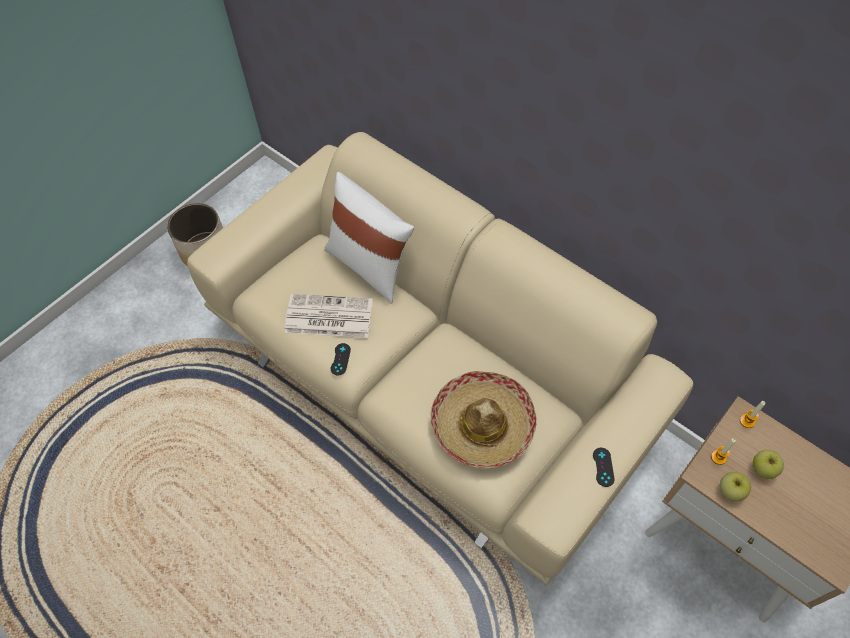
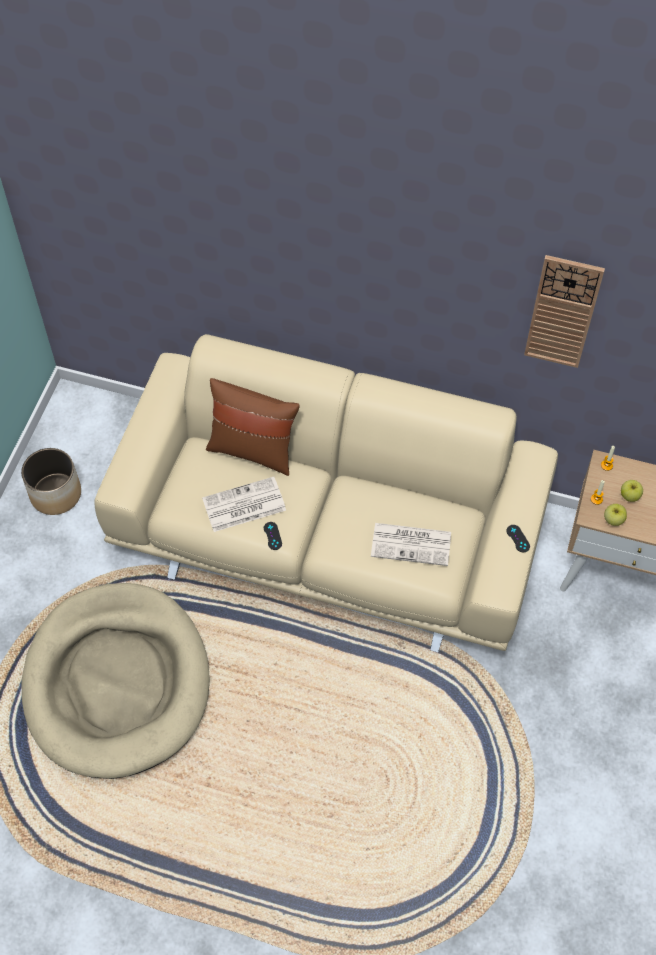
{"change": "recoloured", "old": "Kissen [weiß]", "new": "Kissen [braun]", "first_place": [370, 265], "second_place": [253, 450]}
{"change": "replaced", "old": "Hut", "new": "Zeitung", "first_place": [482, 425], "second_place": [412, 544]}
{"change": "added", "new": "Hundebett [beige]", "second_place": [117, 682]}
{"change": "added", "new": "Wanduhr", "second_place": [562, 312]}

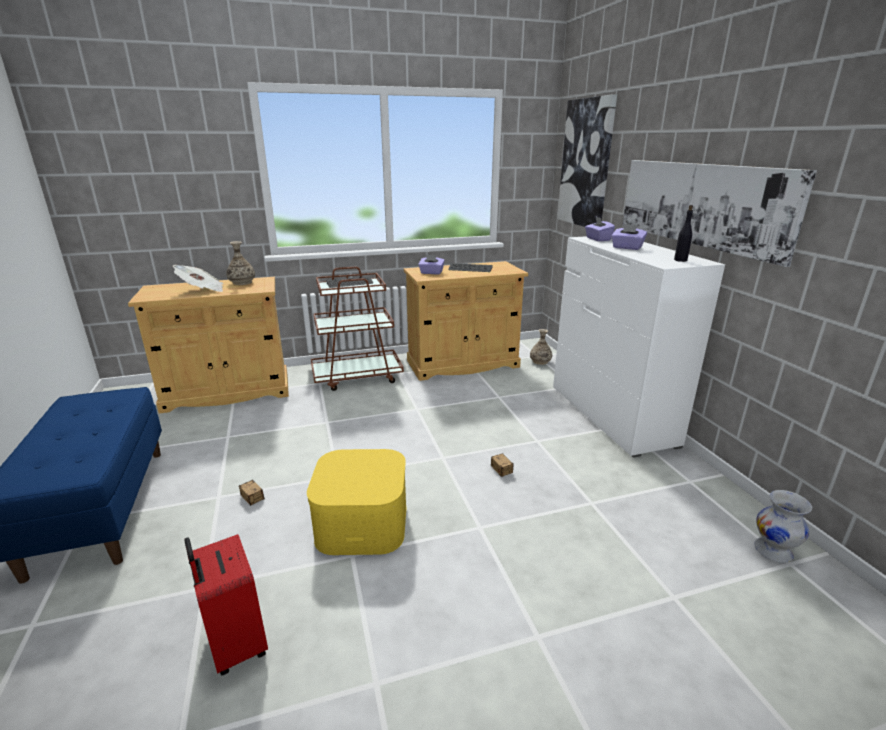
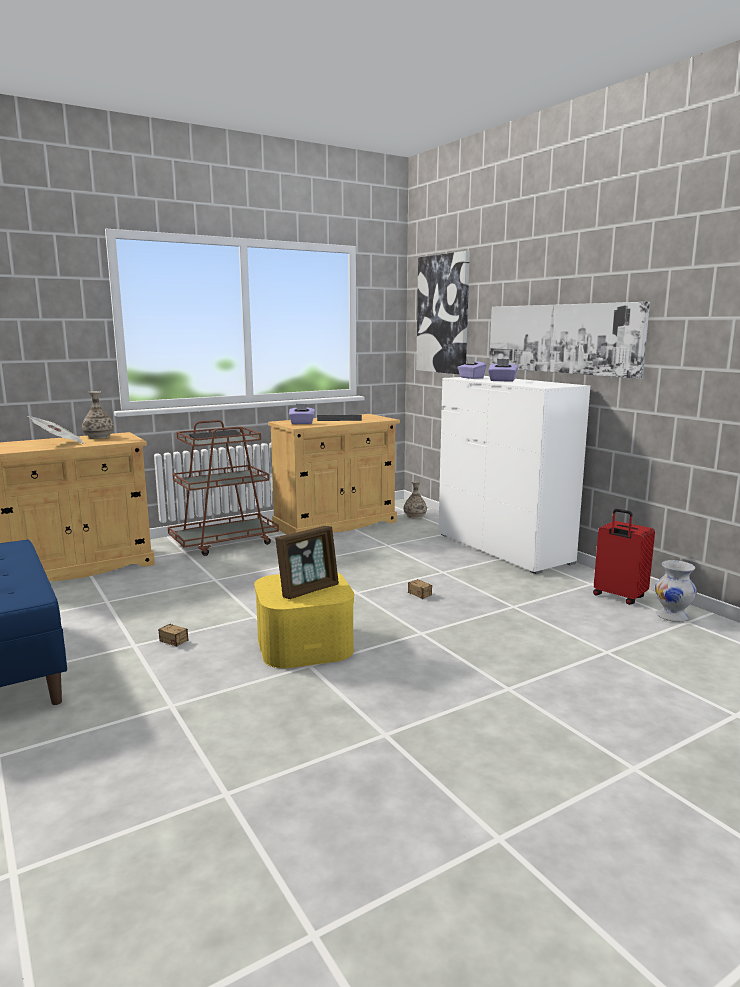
{"change": "moved", "old": "Koffer [rot]", "first_place": [235, 645], "second_place": [618, 597]}
{"change": "removed", "old": "Flasche [schwarz]", "first_place": [680, 260]}
{"change": "added", "new": "Bilderrahmen", "second_place": [308, 590]}

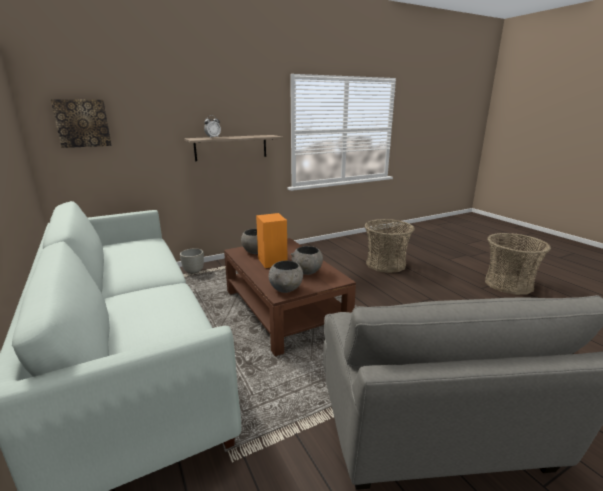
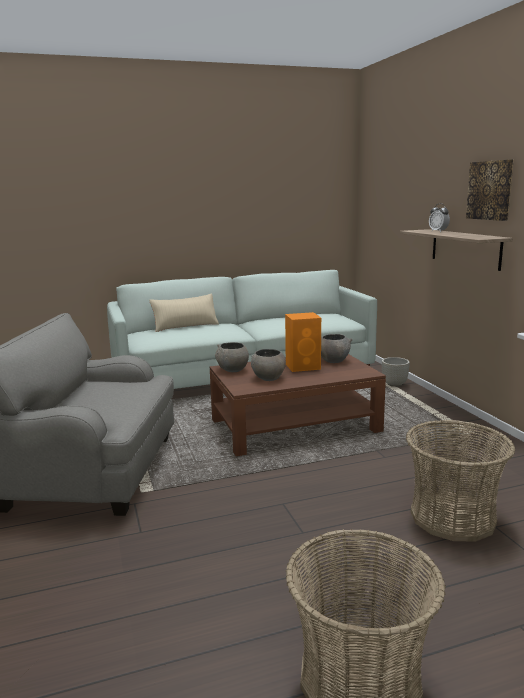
{"change": "moved", "old": "Bild", "first_place": [82, 123], "second_place": [490, 190]}
{"change": "added", "new": "Kissen [beige]", "second_place": [185, 326]}

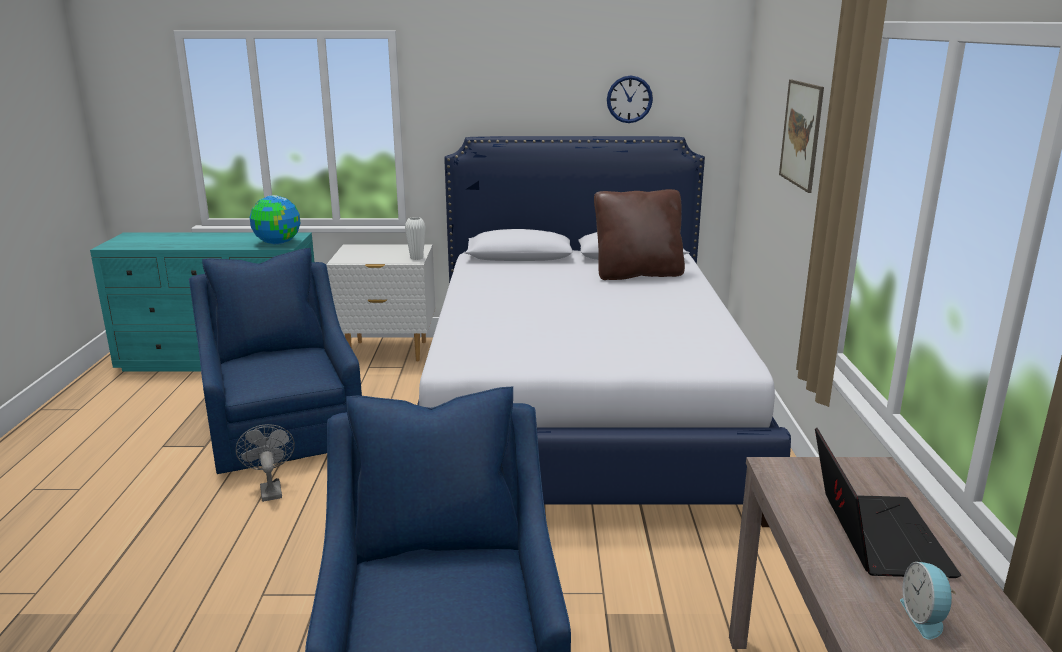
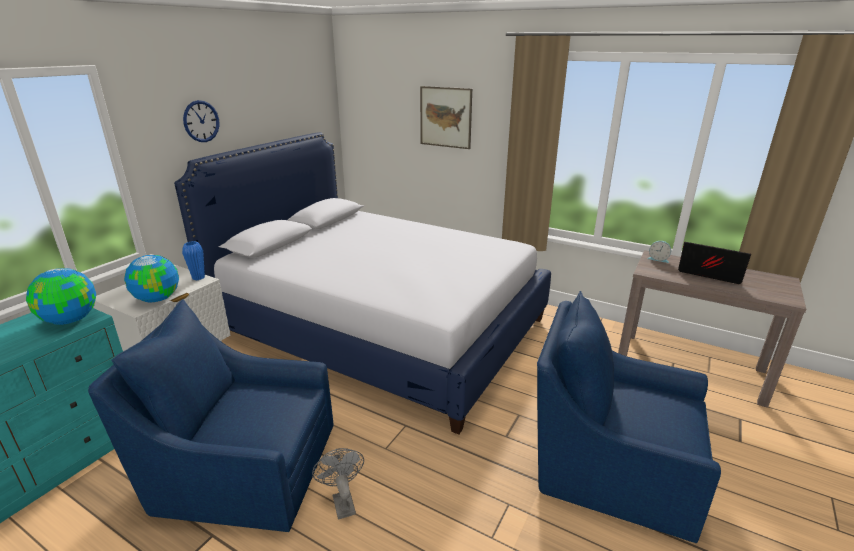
{"change": "turned", "old": "Ventilator [grau]", "first_place": [270, 489], "second_place": [342, 501], "degrees": 60}
{"change": "recoloured", "old": "Vase [weiß]", "new": "Vase [blau]", "first_place": [416, 258], "second_place": [198, 278]}
{"change": "removed", "old": "Kissen [braun]", "first_place": [637, 274]}
{"change": "moved", "old": "Wanduhr", "first_place": [629, 99], "second_place": [201, 121]}
{"change": "moved", "old": "Wecker", "first_place": [924, 618], "second_place": [658, 259]}
{"change": "added", "new": "Globus", "second_place": [157, 299]}

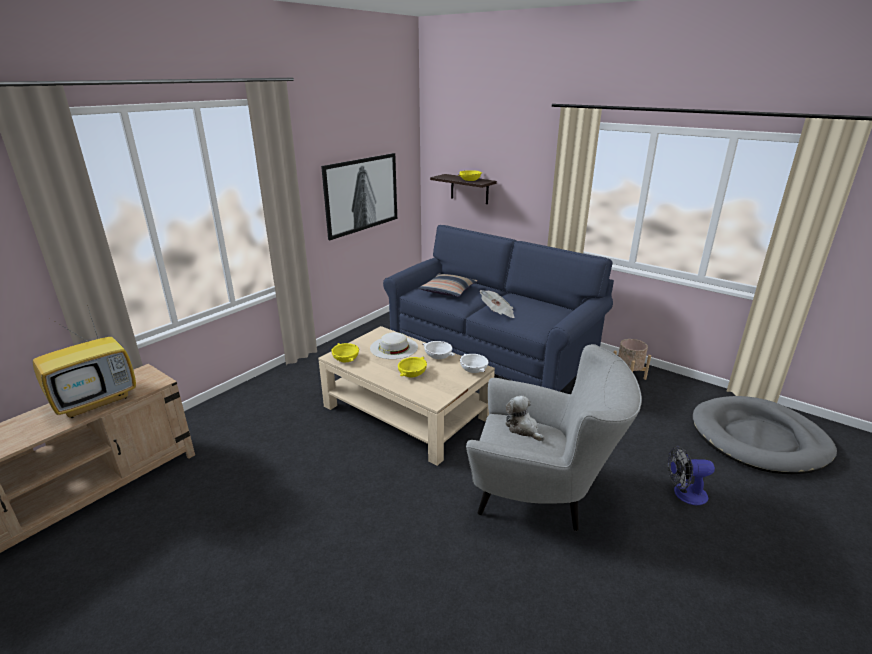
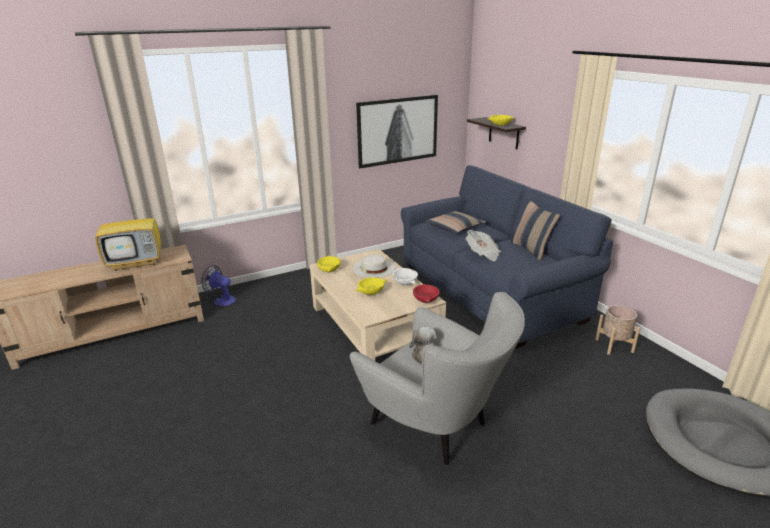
{"change": "recoloured", "old": "Schüssel [weiß]", "new": "Schüssel [rot]", "first_place": [473, 369], "second_place": [425, 299]}
{"change": "moved", "old": "Ventilator", "first_place": [684, 494], "second_place": [221, 300]}
{"change": "added", "new": "Kissen", "second_place": [531, 250]}

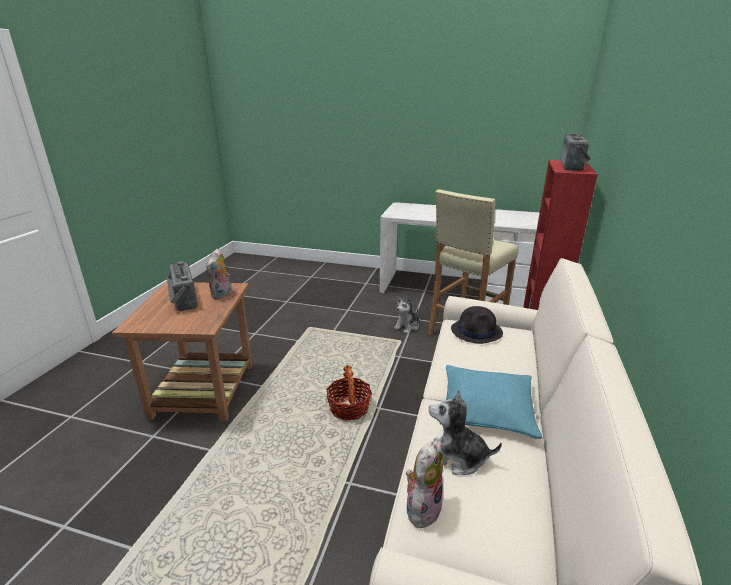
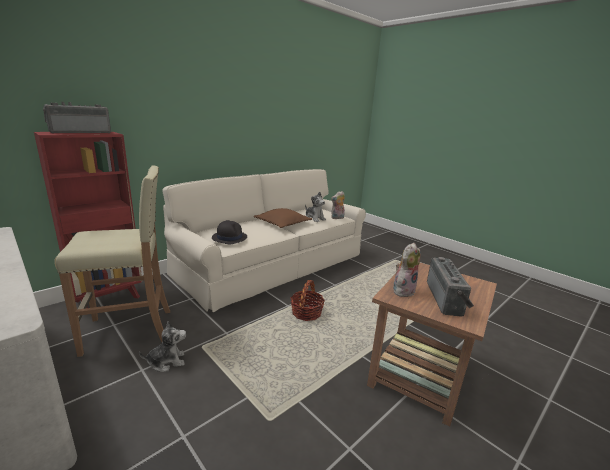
{"change": "recoloured", "old": "Kissen [türkis]", "new": "Kissen [braun]", "first_place": [486, 409], "second_place": [282, 224]}

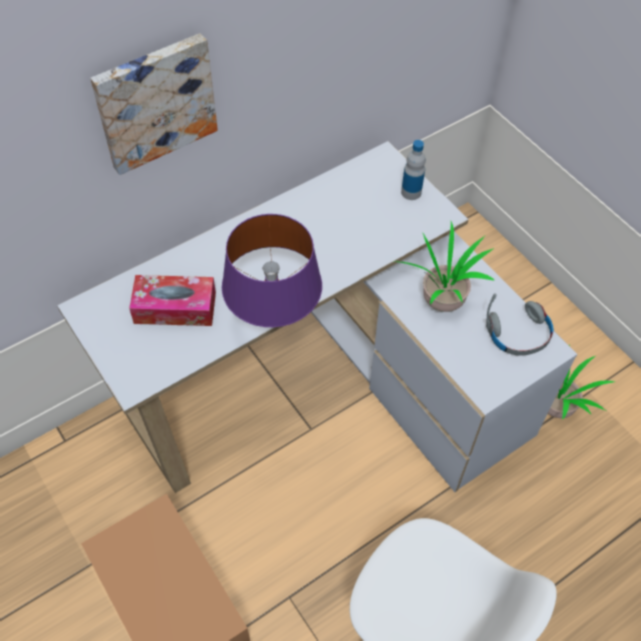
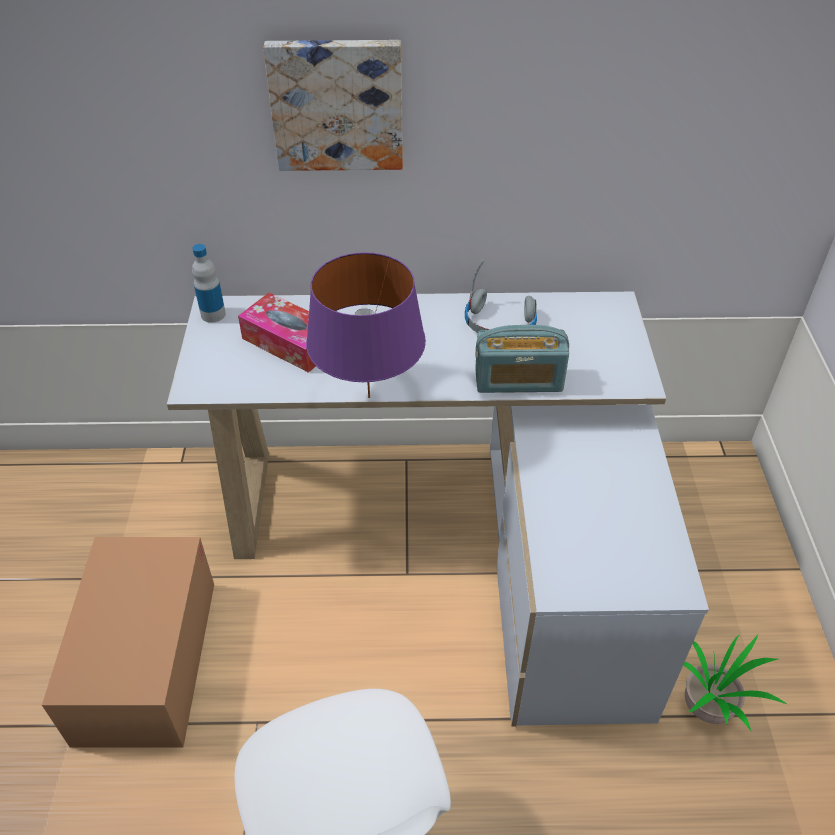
{"change": "removed", "old": "Topfpflanze", "first_place": [442, 299]}
{"change": "moved", "old": "Flasche", "first_place": [411, 192], "second_place": [213, 314]}
{"change": "moved", "old": "Kopfhörer [grau]", "first_place": [519, 334], "second_place": [500, 323]}
{"change": "added", "new": "Radio", "second_place": [518, 380]}

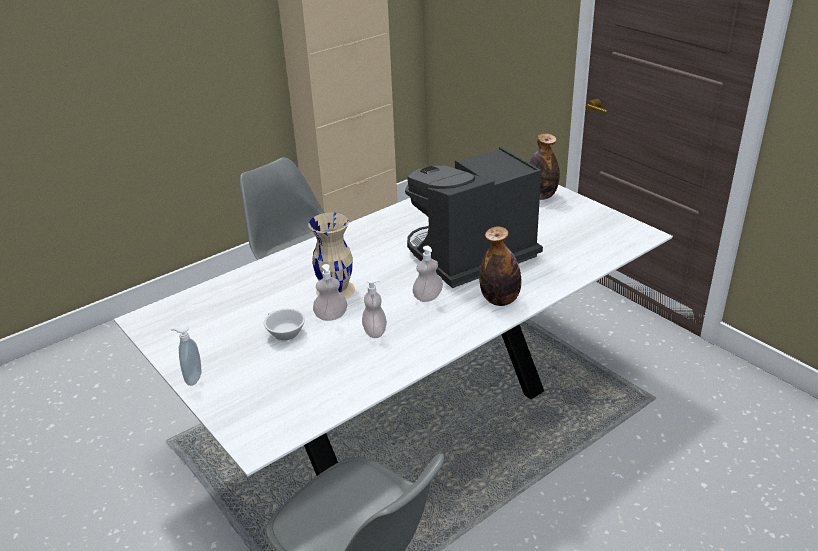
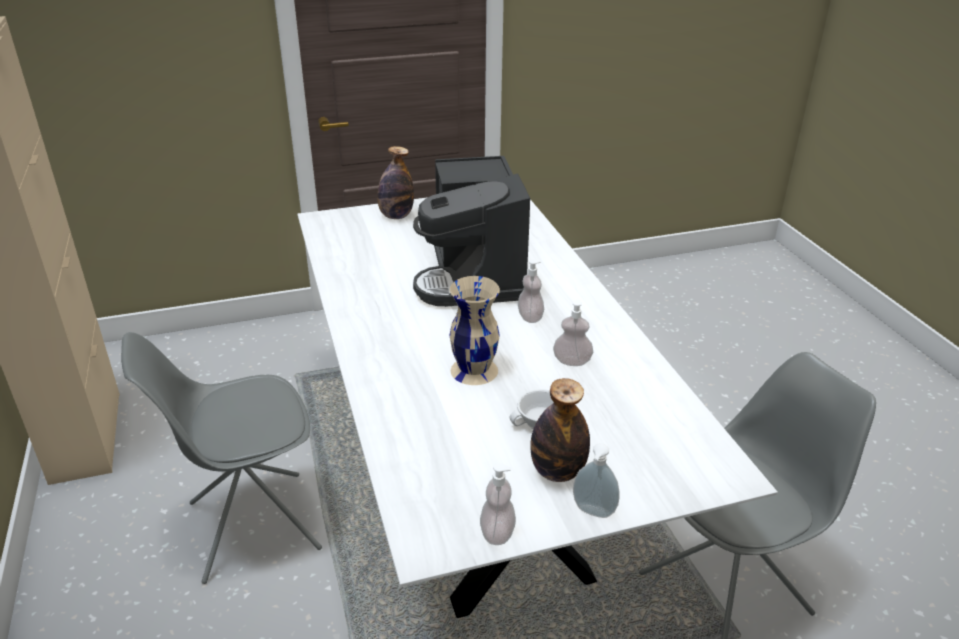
{"change": "moved", "old": "Seifenspender", "first_place": [331, 316], "second_place": [497, 533]}
{"change": "moved", "old": "Flasche", "first_place": [500, 300], "second_place": [557, 471]}

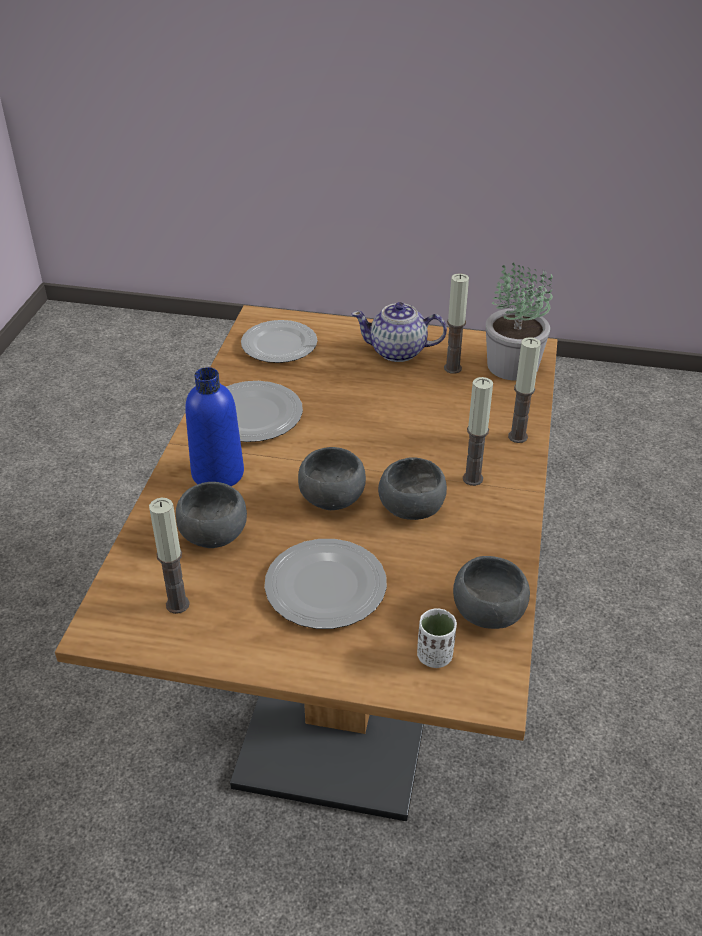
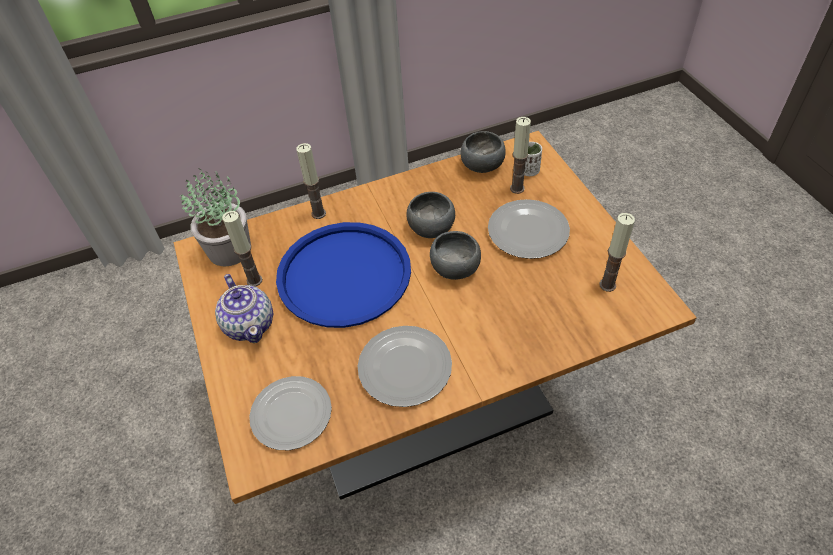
{"change": "removed", "old": "Schüssel [grau]", "first_place": [212, 534]}
{"change": "removed", "old": "Flasche [blau]", "first_place": [218, 473]}
{"change": "moved", "old": "Kerze", "first_place": [472, 479], "second_place": [517, 188]}
{"change": "added", "new": "Tablett [blau]", "second_place": [344, 274]}

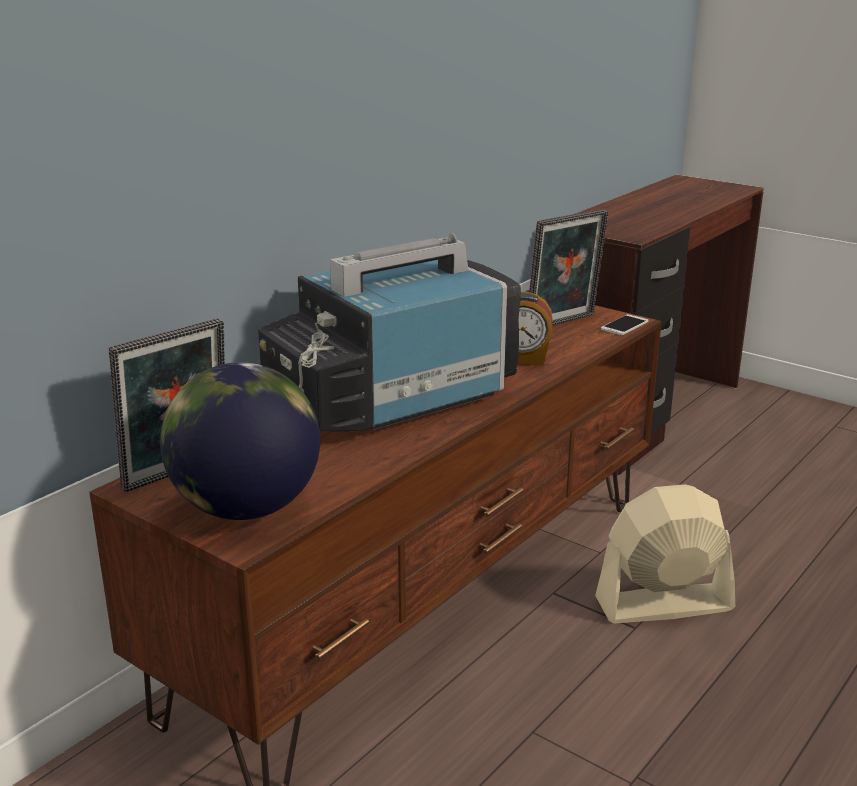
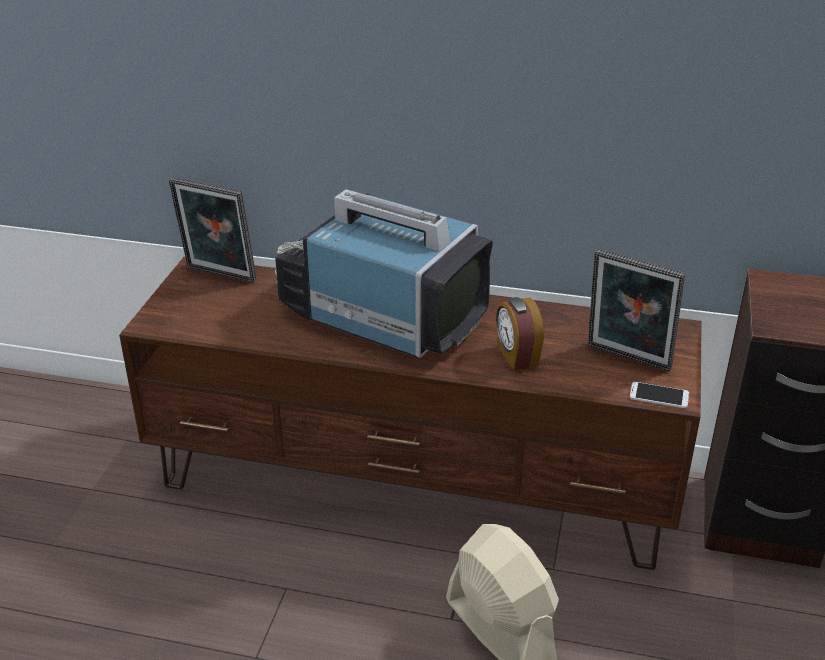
{"change": "removed", "old": "Globus", "first_place": [246, 508]}

